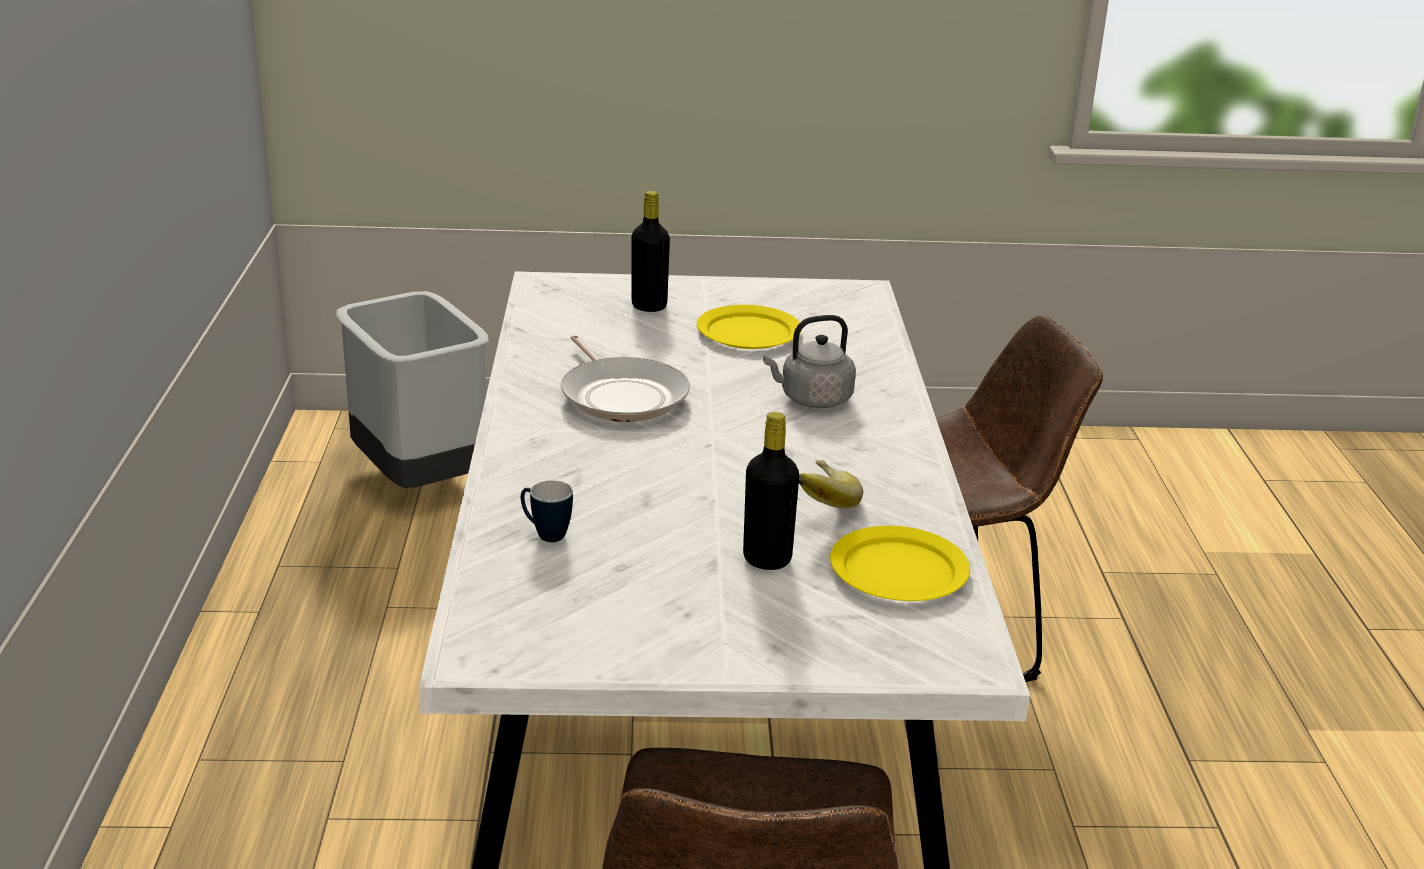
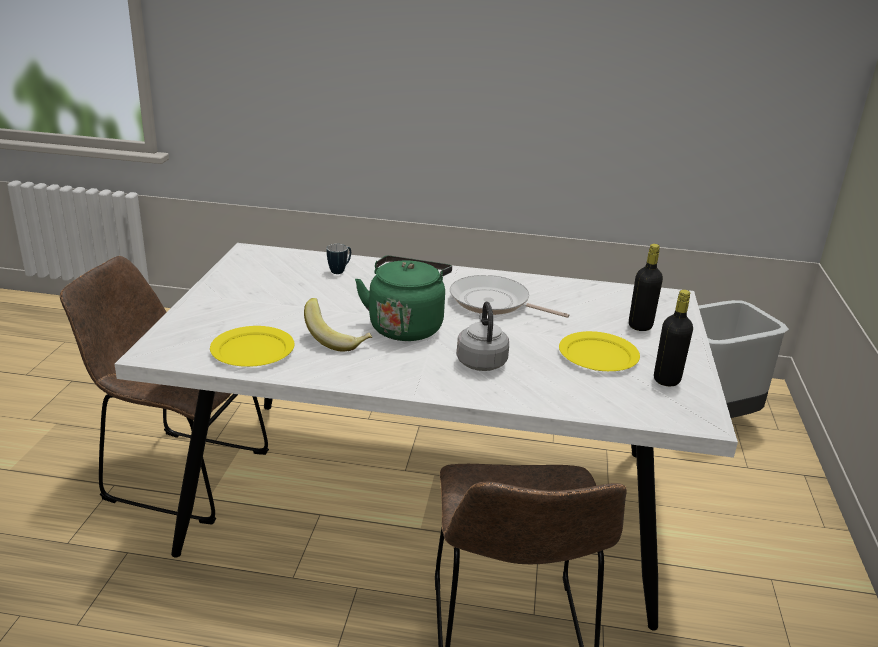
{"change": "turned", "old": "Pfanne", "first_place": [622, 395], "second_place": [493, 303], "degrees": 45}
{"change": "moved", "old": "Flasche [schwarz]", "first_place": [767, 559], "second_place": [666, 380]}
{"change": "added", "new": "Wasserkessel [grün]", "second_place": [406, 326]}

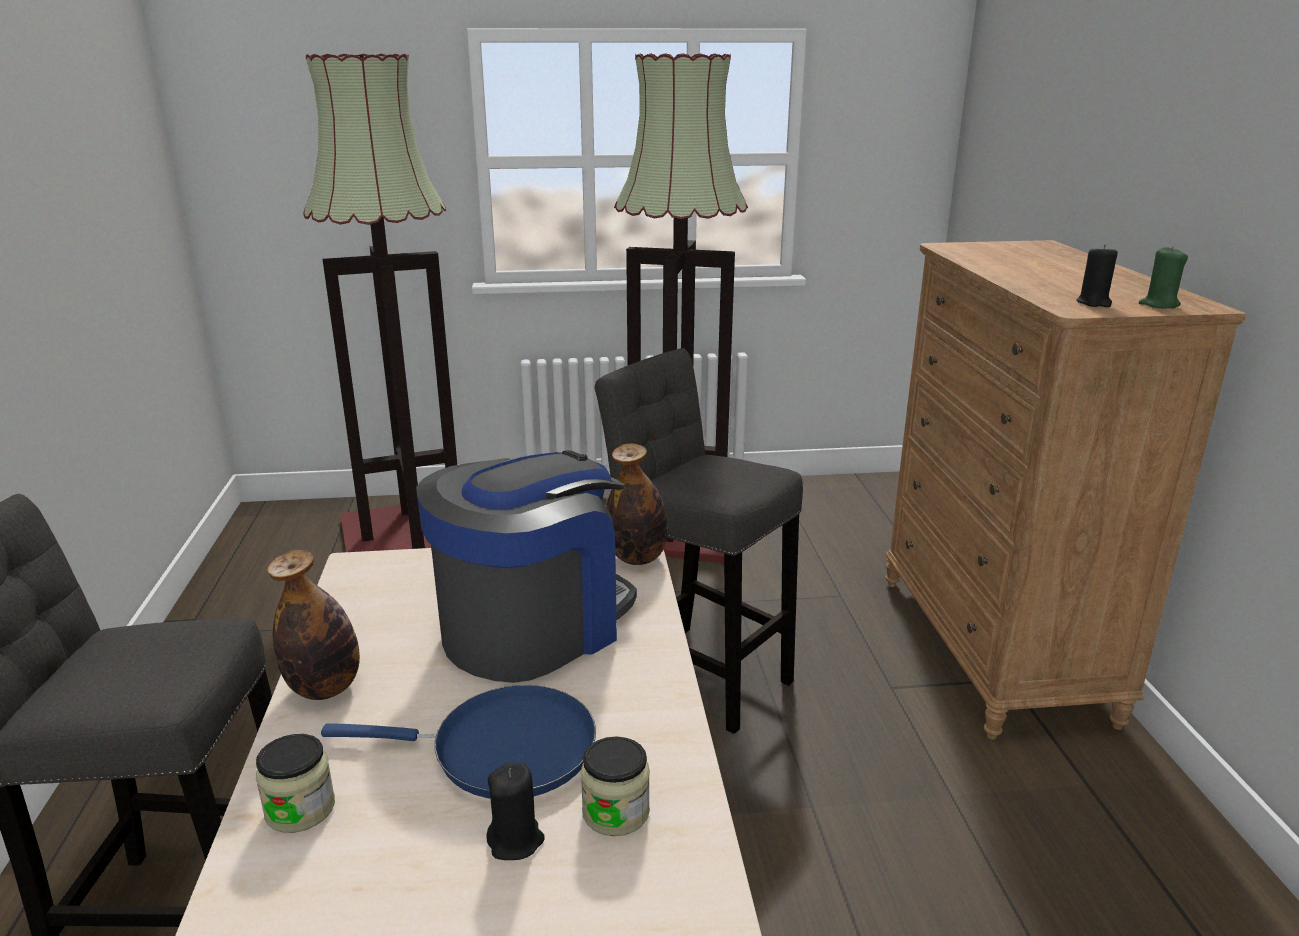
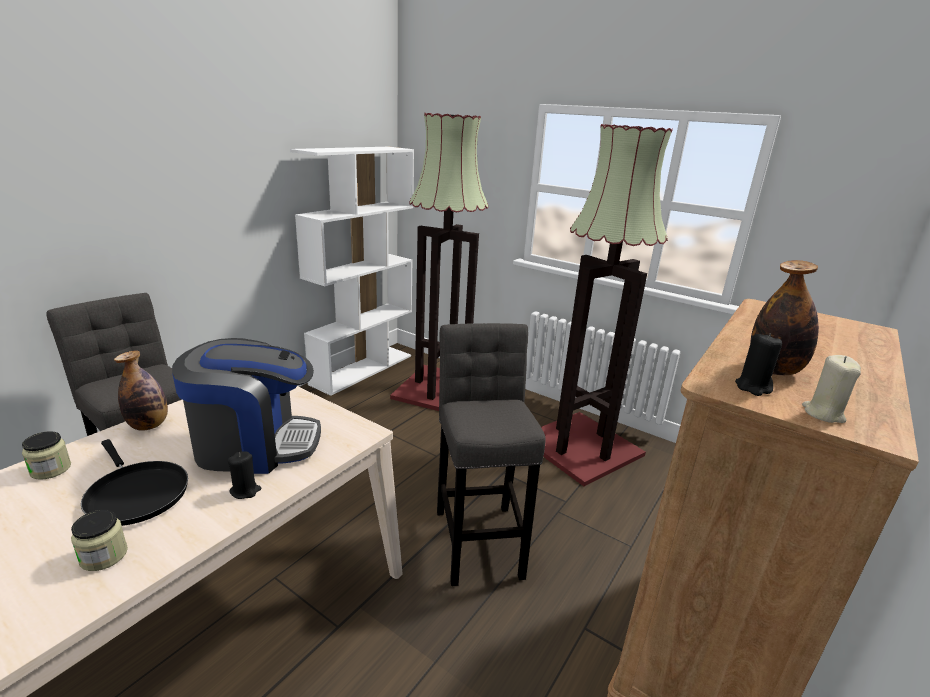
{"change": "recoloured", "old": "Pfanne [blau]", "new": "Pfanne [schwarz]", "first_place": [502, 749], "second_place": [135, 493]}
{"change": "moved", "old": "Kerze [schwarz]", "first_place": [516, 841], "second_place": [245, 491]}
{"change": "moved", "old": "Flasche", "first_place": [637, 558], "second_place": [773, 370]}
{"change": "recoloured", "old": "Kerze [grün]", "new": "Kerze [beige]", "first_place": [1159, 305], "second_place": [823, 413]}
{"change": "added", "new": "Bücherregal [weiß]", "second_place": [362, 369]}

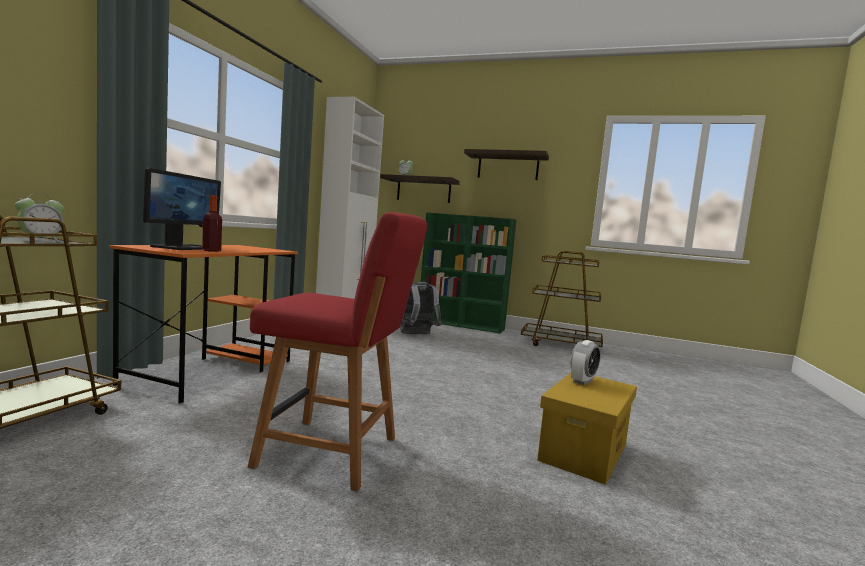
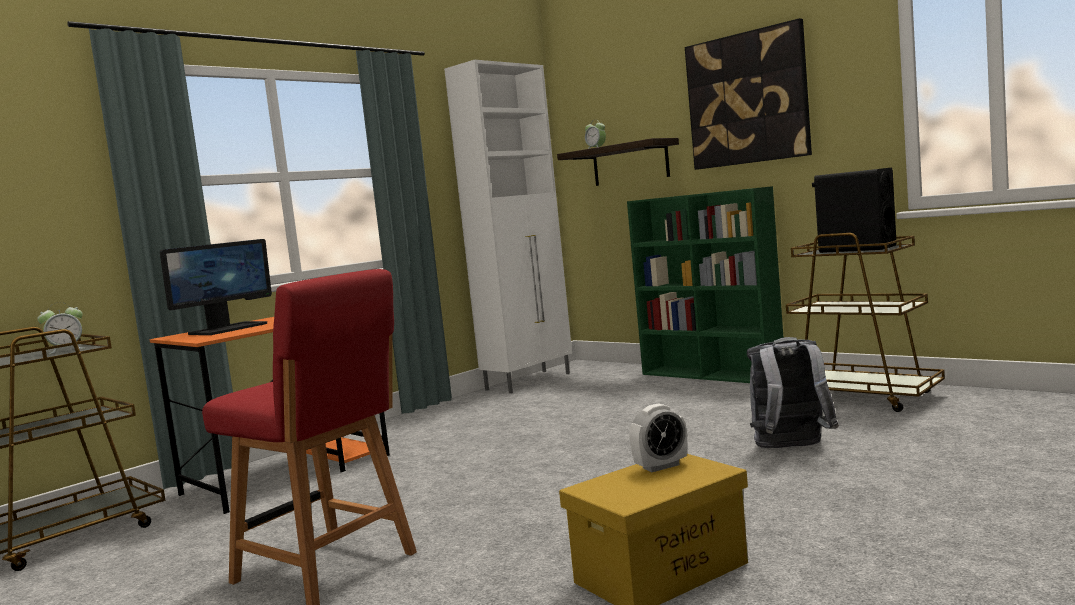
{"change": "removed", "old": "Flasche", "first_place": [211, 251]}
{"change": "moved", "old": "Rucksack [grau]", "first_place": [417, 335], "second_place": [791, 449]}
{"change": "replaced", "old": "Wandregal", "new": "Bild", "first_place": [508, 167], "second_place": [747, 98]}
{"change": "added", "new": "Lautsprecher [schwarz]", "second_place": [856, 249]}

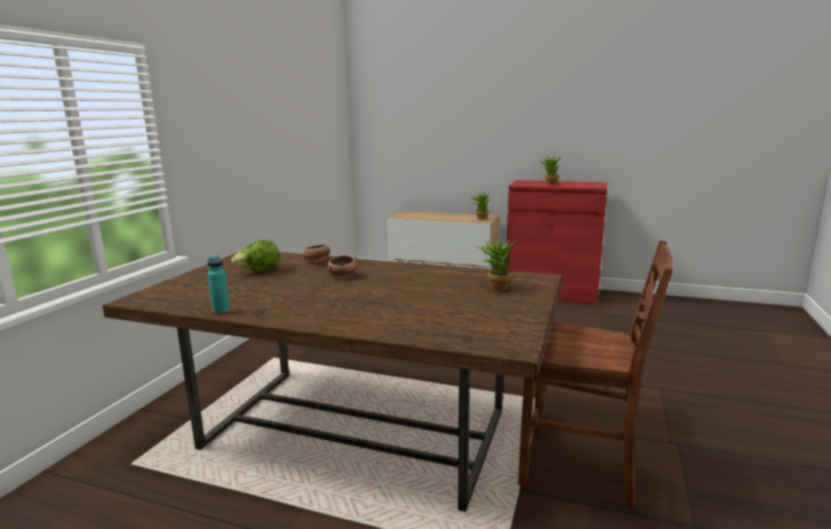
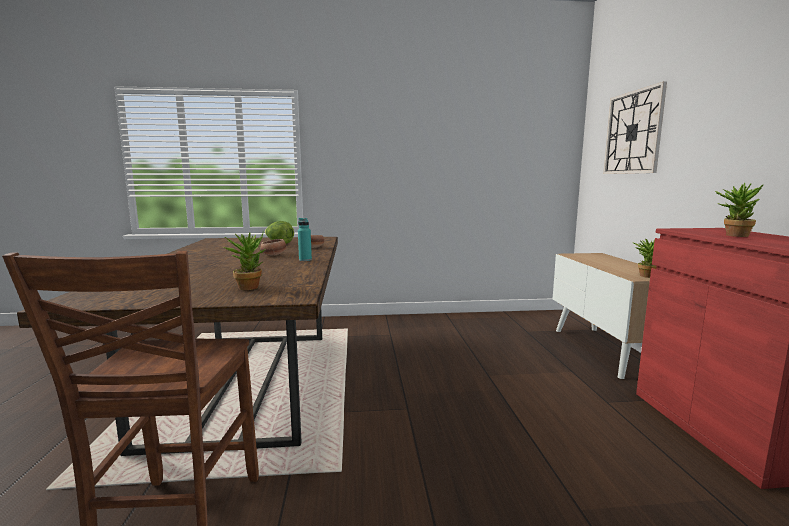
{"change": "moved", "old": "Flasche [türkis]", "first_place": [221, 310], "second_place": [305, 260]}
{"change": "added", "new": "Wanduhr", "second_place": [633, 132]}

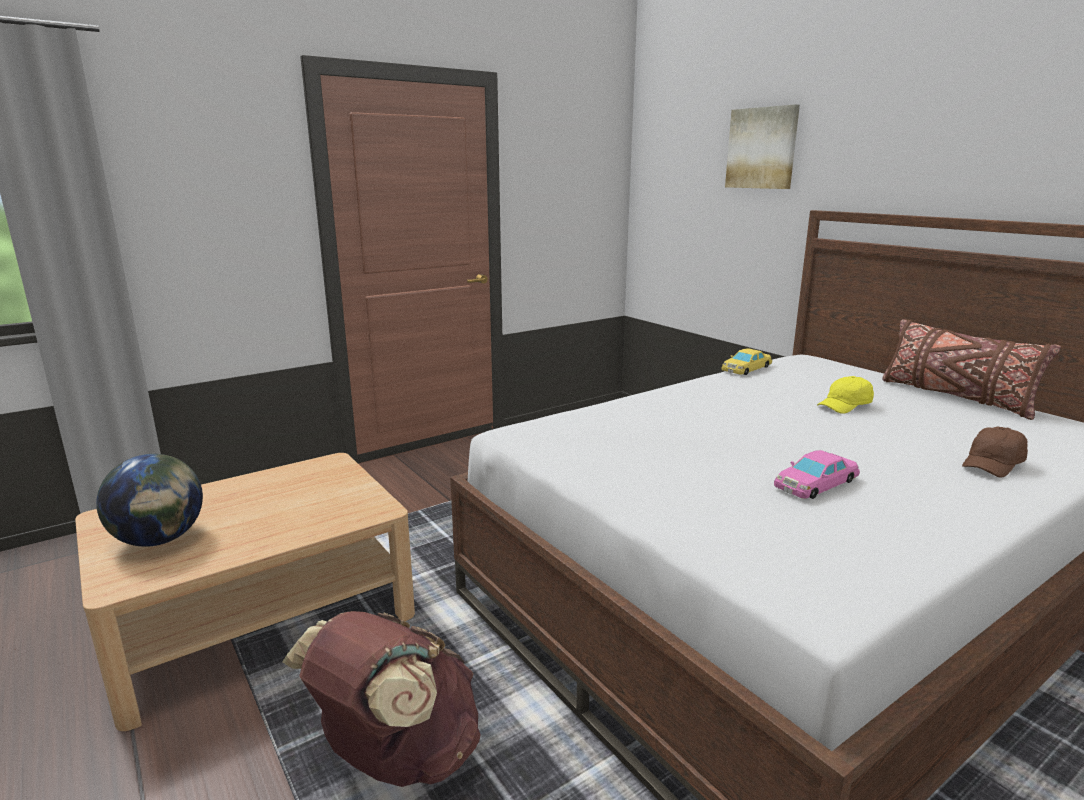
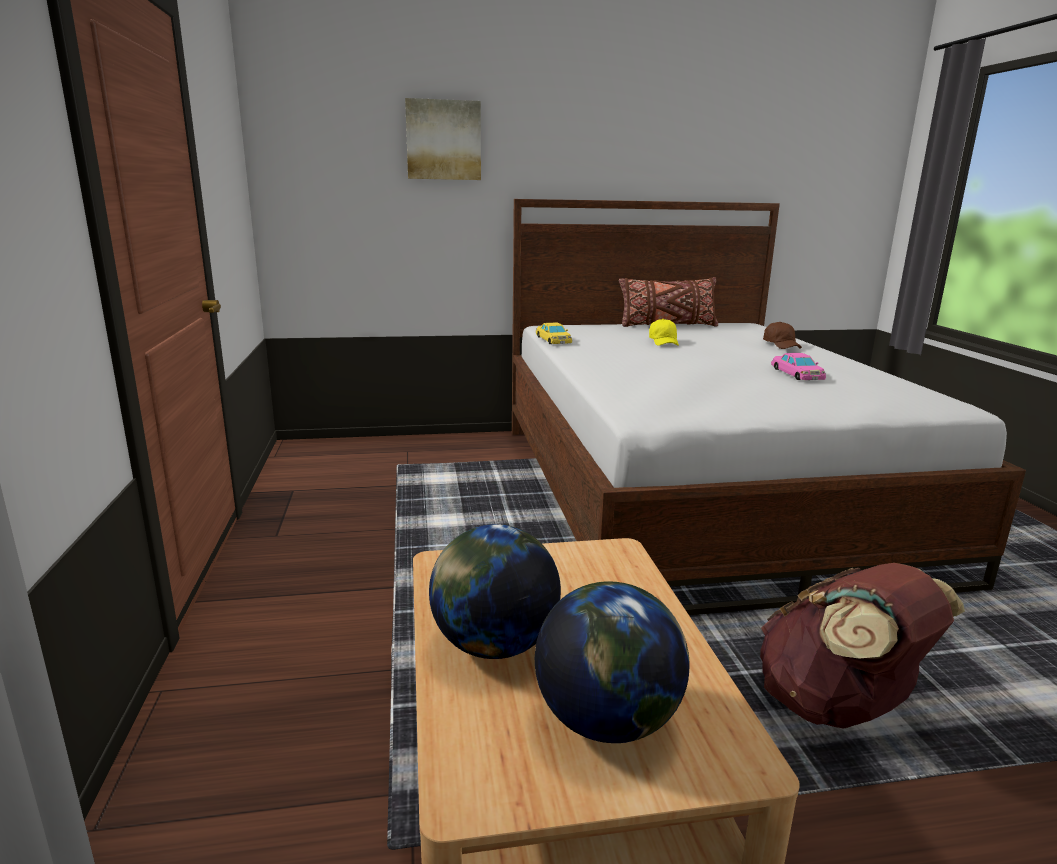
{"change": "added", "new": "Globus", "second_place": [493, 645]}

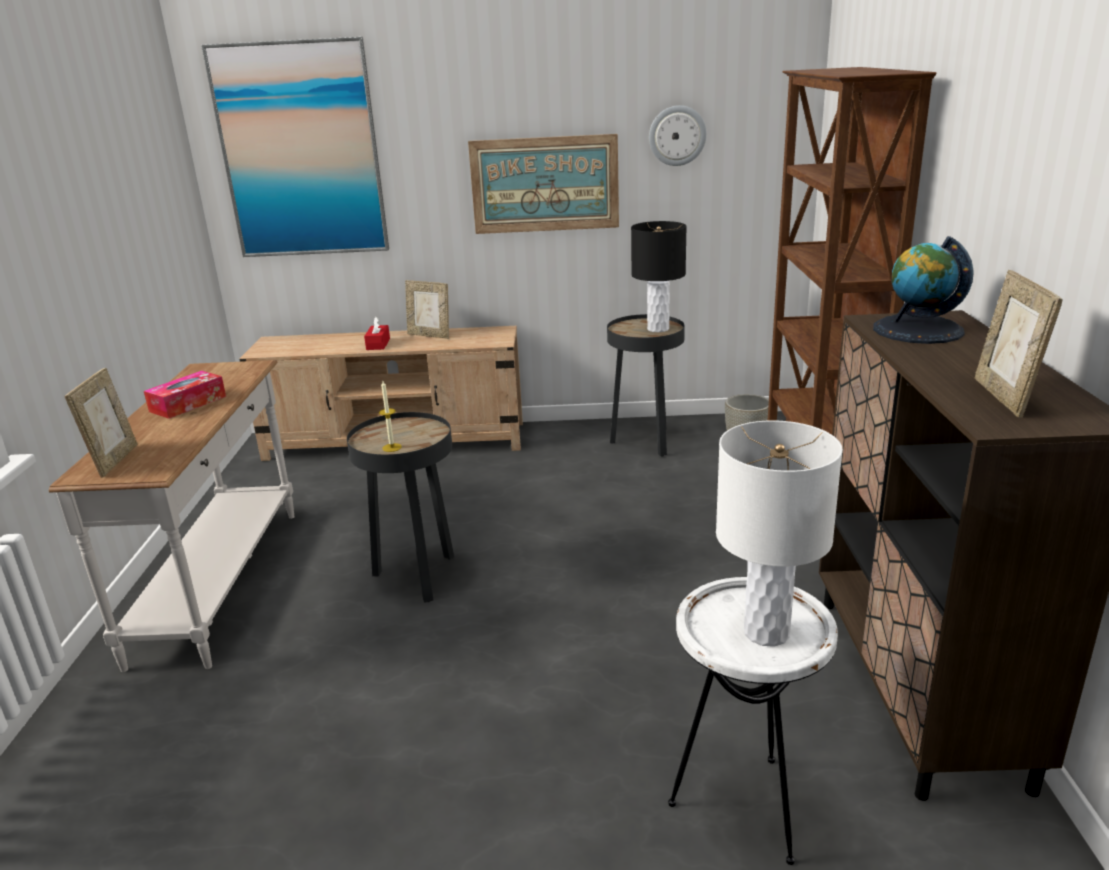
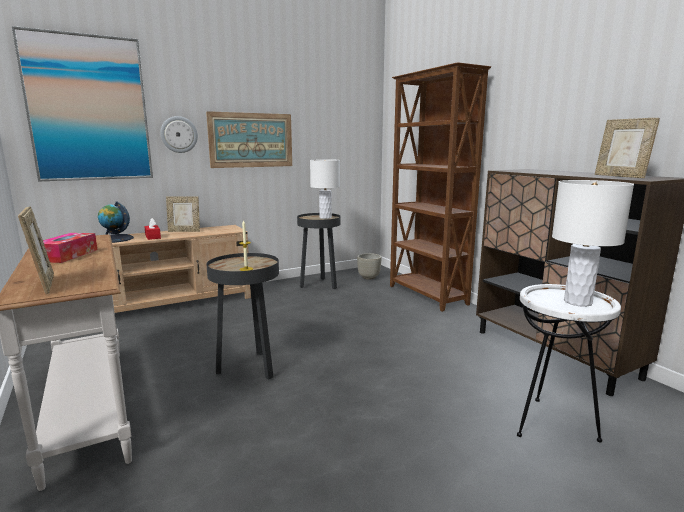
{"change": "recoloured", "old": "Tischlampe [schwarz]", "new": "Tischlampe [weiß]", "first_place": [658, 329], "second_place": [325, 217]}
{"change": "moved", "old": "Wanduhr", "first_place": [677, 135], "second_place": [179, 134]}
{"change": "moved", "old": "Globus", "first_place": [917, 330], "second_place": [114, 239]}

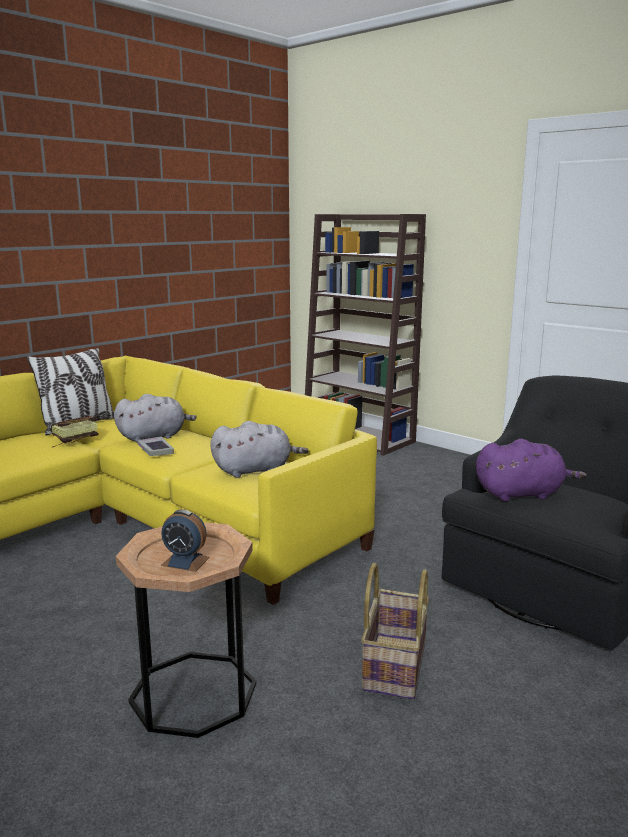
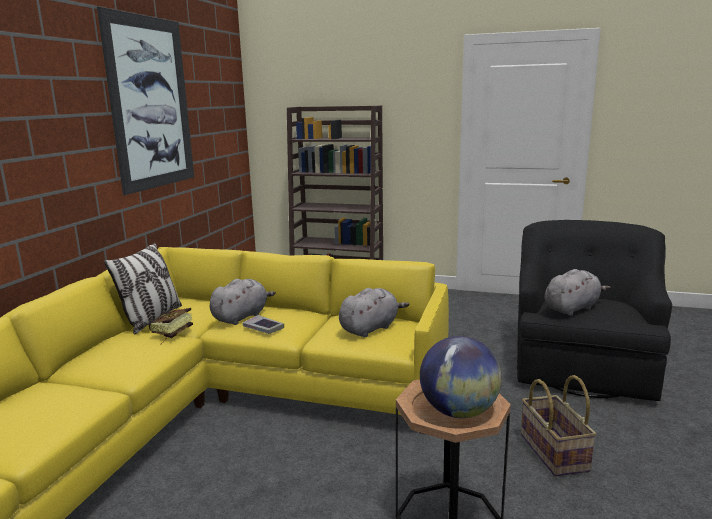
{"change": "replaced", "old": "Wecker", "new": "Globus", "first_place": [185, 561], "second_place": [459, 411]}
{"change": "recoloured", "old": "Plüschtier [lila]", "new": "Plüschtier [grau]", "first_place": [522, 494], "second_place": [572, 308]}
{"change": "added", "new": "Bild", "second_place": [151, 103]}

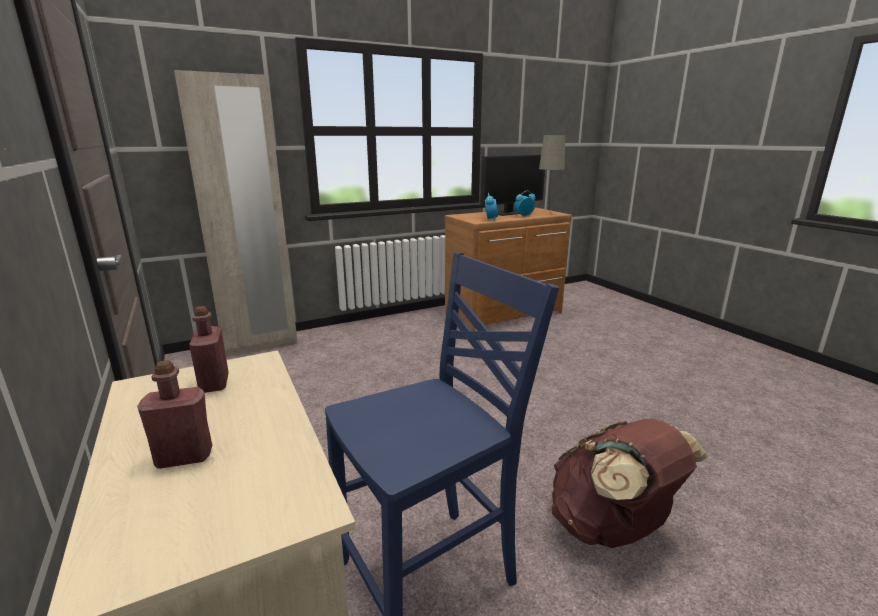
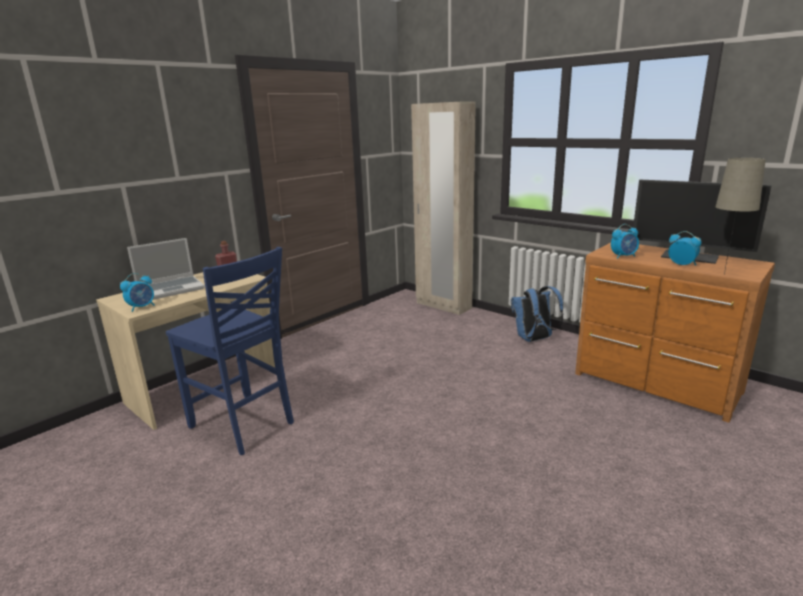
{"change": "replaced", "old": "Flasche [rot]", "new": "Laptop", "first_place": [184, 457], "second_place": [171, 289]}
{"change": "removed", "old": "Rucksack [braun]", "first_place": [611, 528]}
{"change": "added", "new": "Wecker", "second_place": [142, 307]}
{"change": "added", "new": "Rucksack [blau]", "second_place": [534, 339]}

